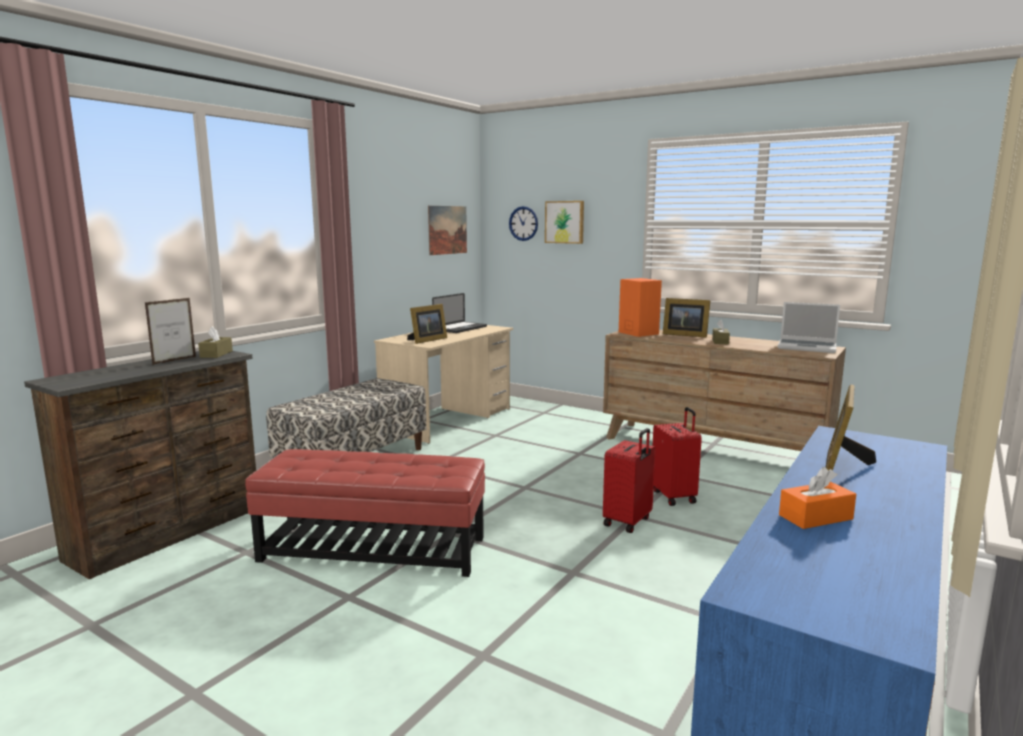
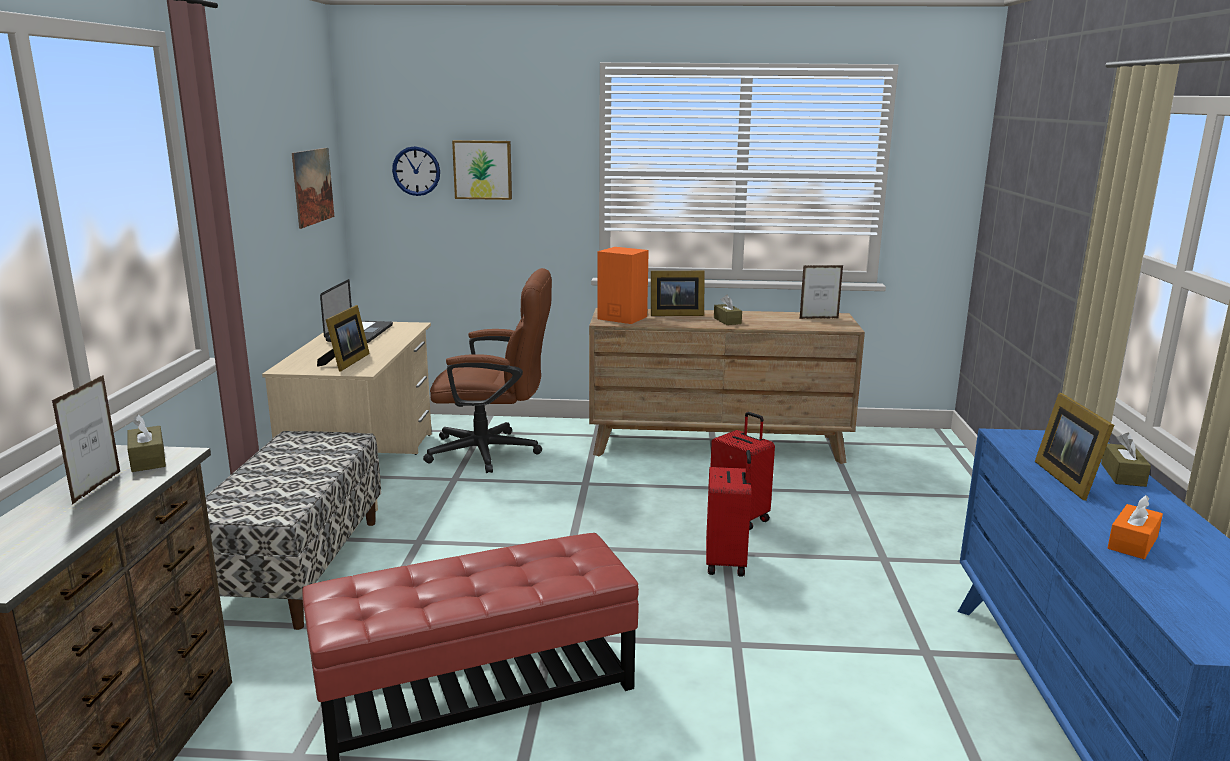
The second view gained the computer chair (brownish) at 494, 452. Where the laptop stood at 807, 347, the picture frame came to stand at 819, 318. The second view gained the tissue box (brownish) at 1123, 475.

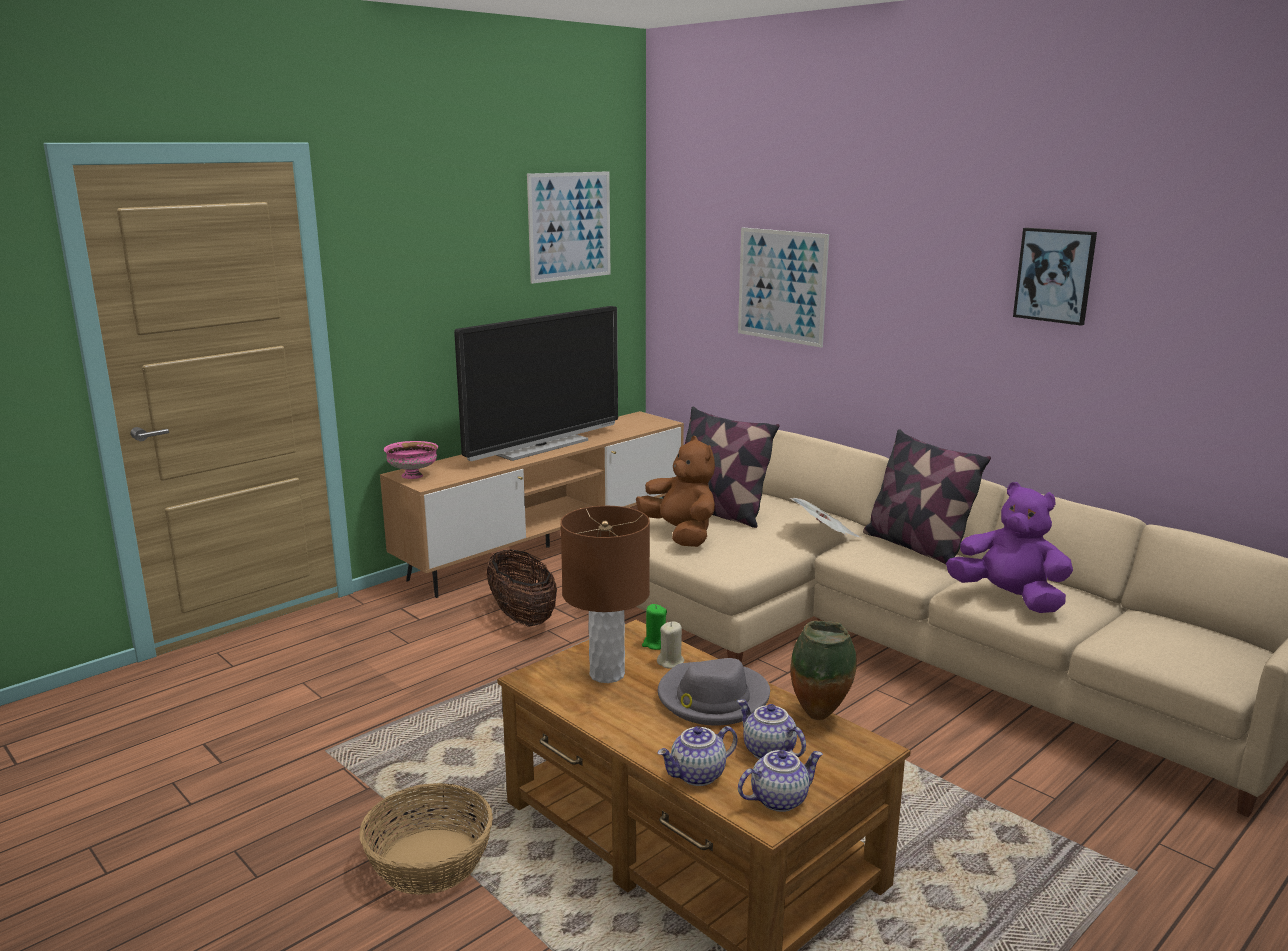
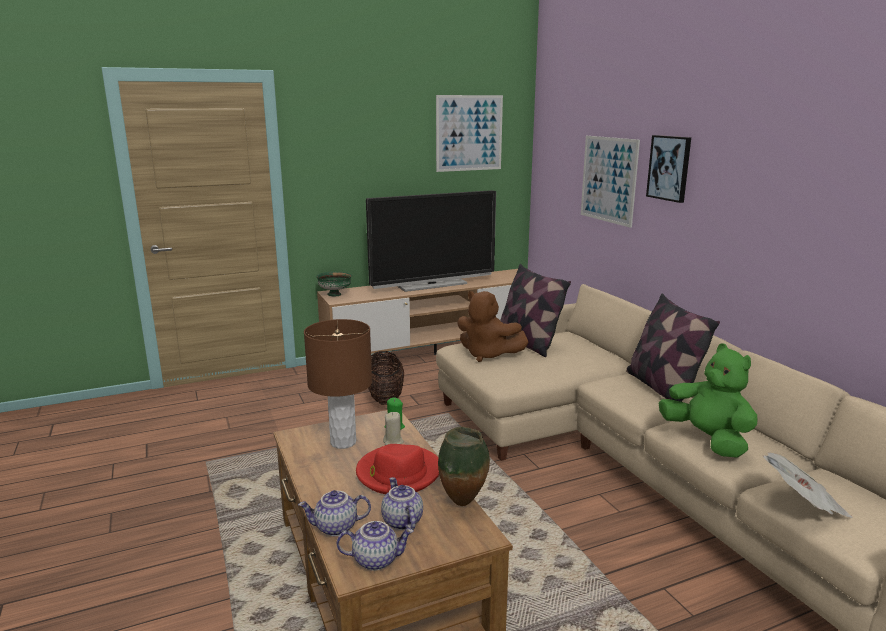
What was the deep dish (pinkish) at 412, 476 turned into the deep dish (green-coloured) at 334, 294. What was the clothing hat (greyish) at 712, 698 turned into the clothing hat (red) at 398, 473. The soft toy (brownish) at 681, 535 ended up facing another way, 135 degrees clockwise from before. The wall art ended up elsewhere, having gone from 1055, 275 to 669, 168. What was the soft toy (purple) at 1009, 598 turned into the soft toy (green-coloured) at 707, 440. The daily paper ended up elsewhere, having gone from 824, 535 to 802, 504. The second view lost the household basket at 430, 860.

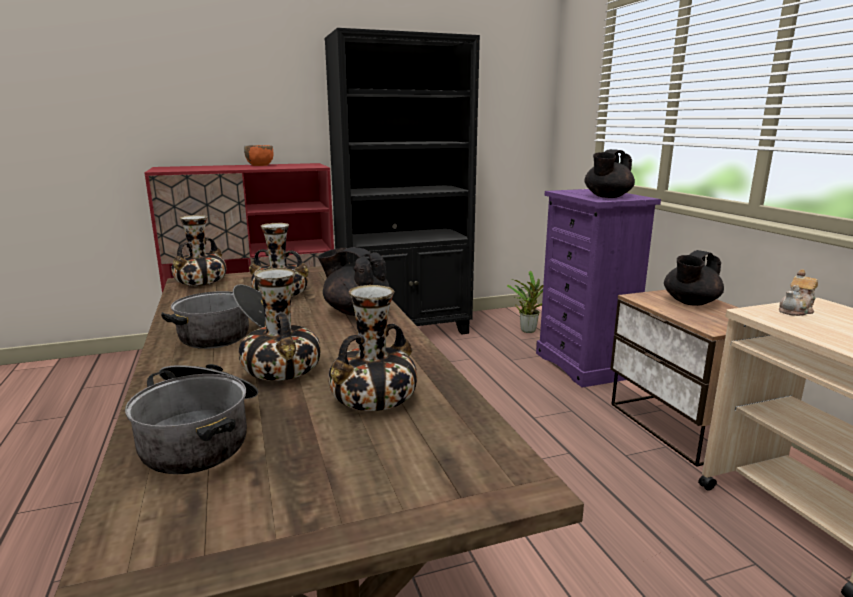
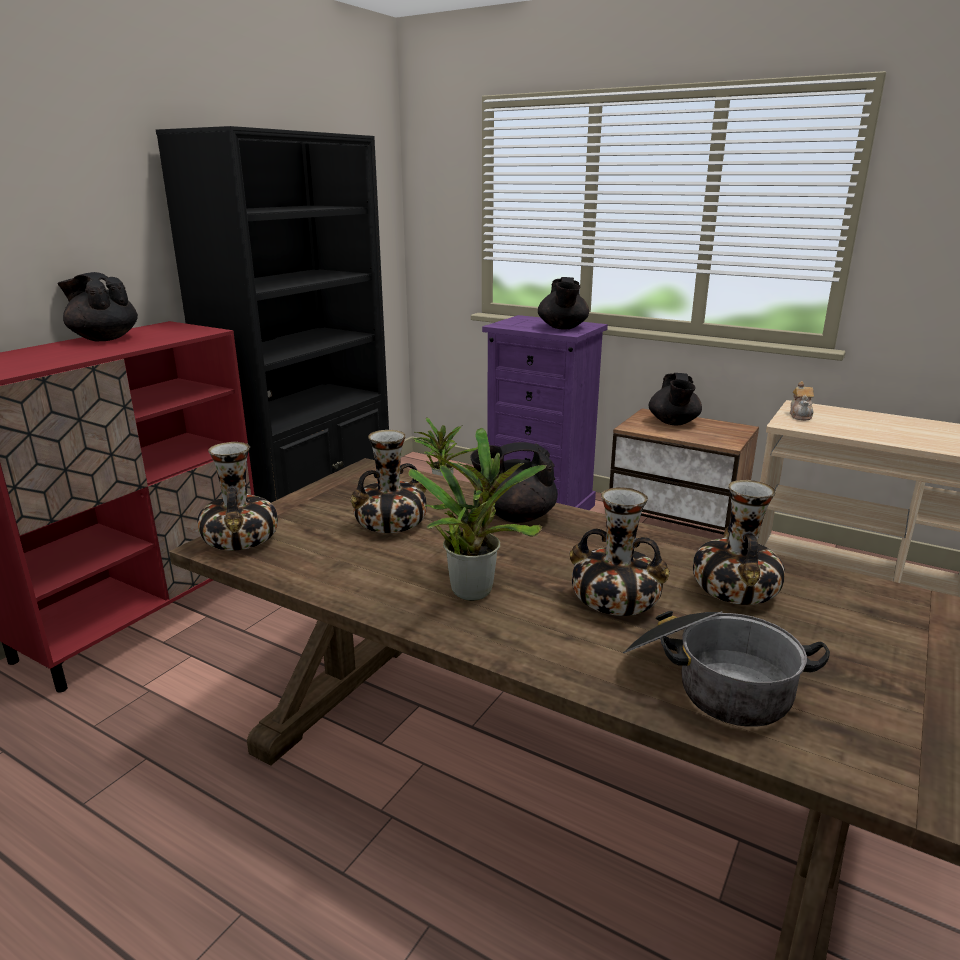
Where the deep dish (orange-coloured) stood at 260, 165, the teapot (black-coloured) came to stand at 104, 338. Where the cooking pot stood at 232, 336, the houseplant came to stand at 474, 589.

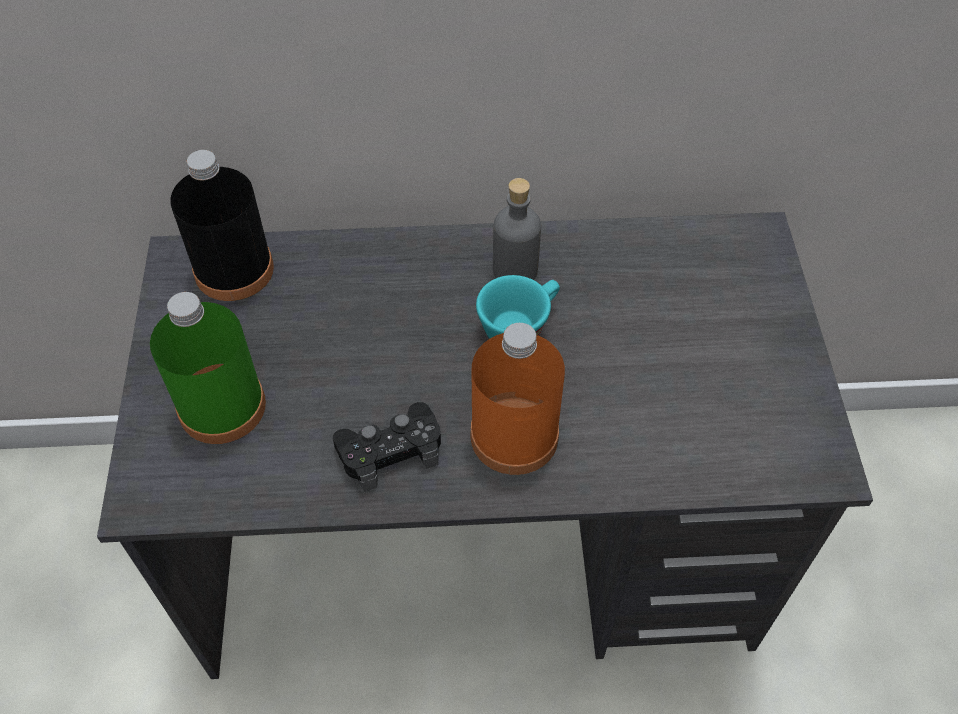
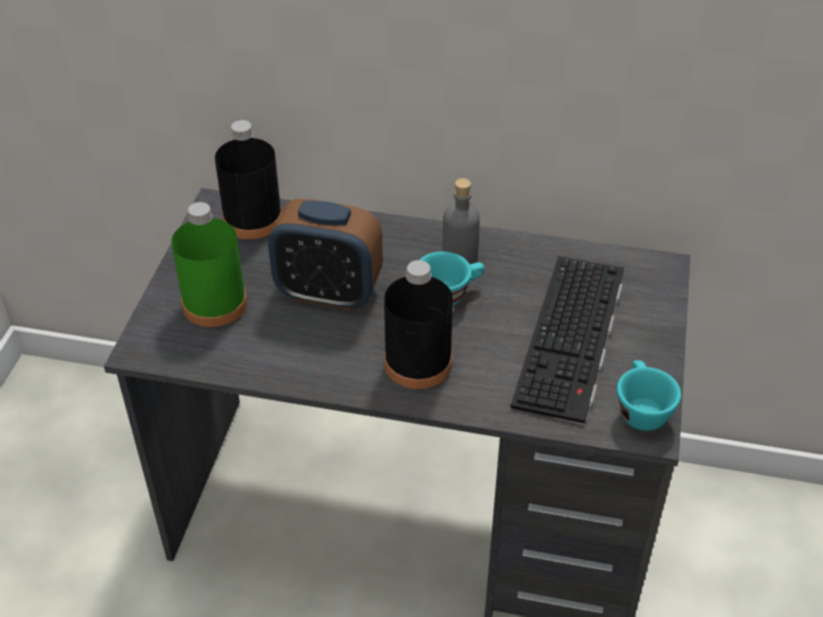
The second view gained the alarm clock at 328, 293. What was the drink bottle (orange-coloured) at 514, 436 turned into the drink bottle (black-coloured) at 418, 363. The second view gained the computer keyboard at 573, 338. The second view gained the drinking cup (turquoise-coloured) at 640, 409. The second view lost the game controller (black-coloured) at 390, 451.

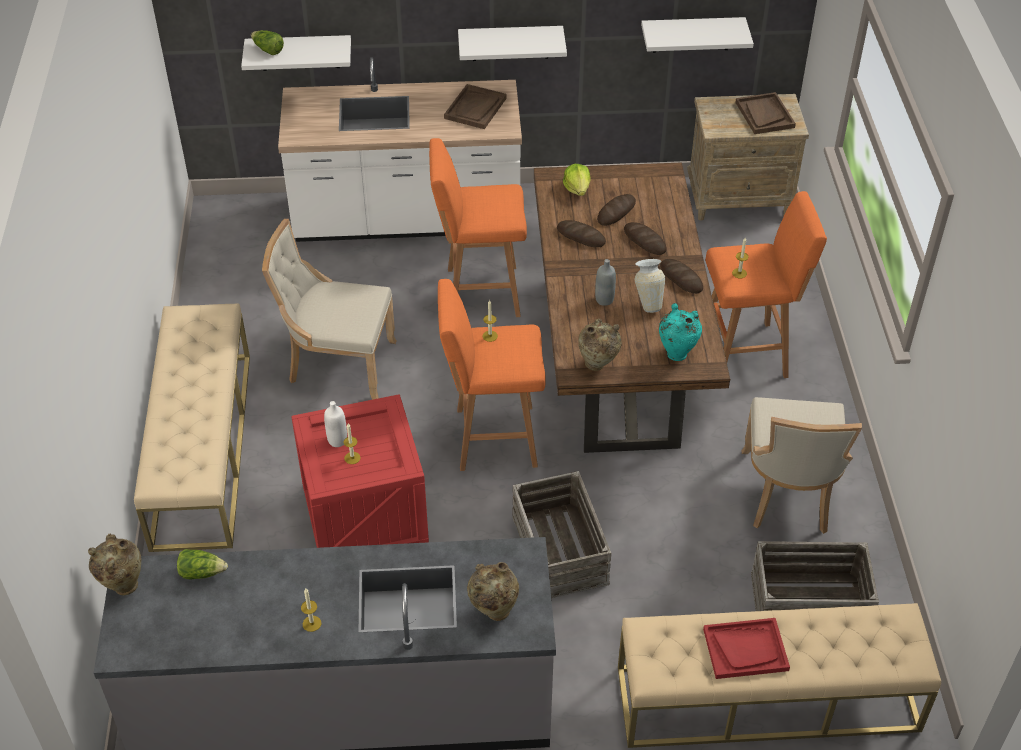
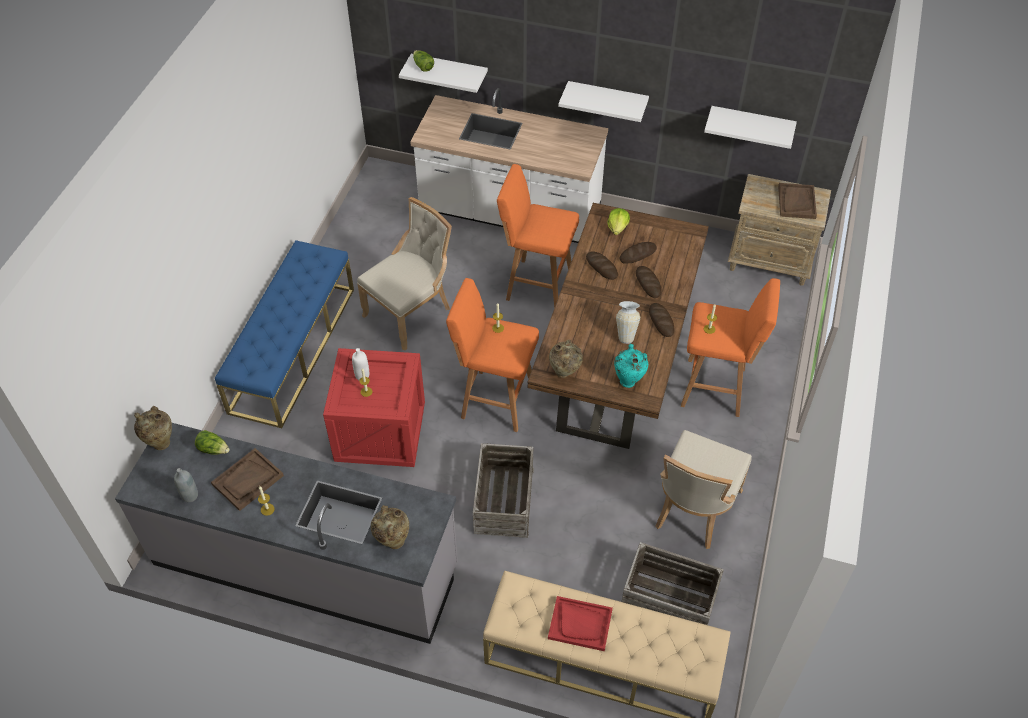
The drink bottle (greyish) ended up elsewhere, having gone from 604, 299 to 190, 495. The serving tray (brownish) ended up elsewhere, having gone from 475, 108 to 248, 480. What was the long seat (sand-coloured) at 202, 448 turned into the long seat (blue-coloured) at 293, 349. The chair (sand-coloured) at 337, 364 ended up facing another way, 105 degrees clockwise from before.

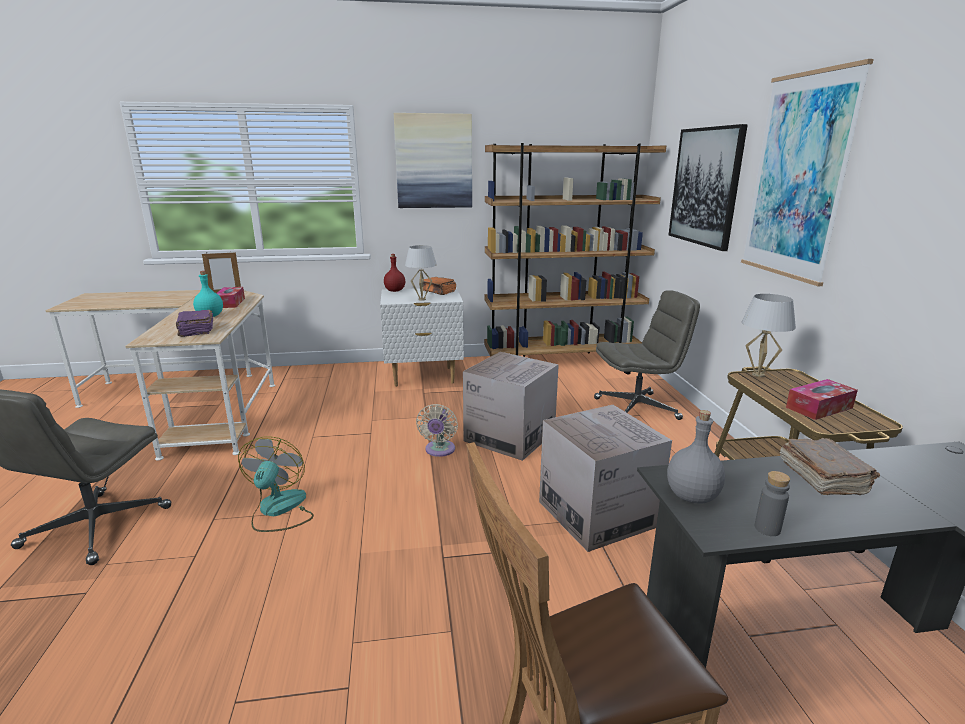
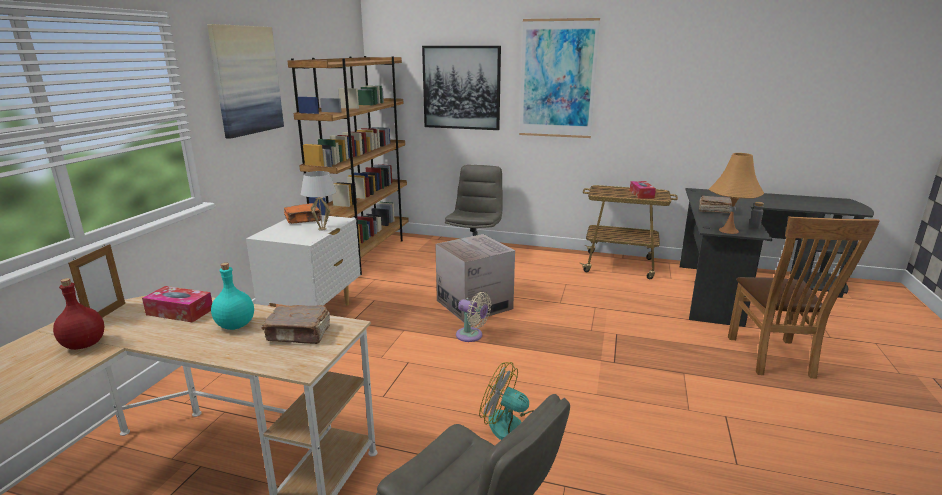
The drink bottle (red) ended up elsewhere, having gone from 394, 291 to 84, 345. What was the volume (purple) at 196, 330 turned into the volume (brownish) at 299, 334. Where the drink bottle (greyish) stood at 691, 496, the table lamp (orange-coloured) came to stand at 728, 230. The second view lost the packing box at 597, 513. The second view lost the table lamp (whitish) at 758, 374.

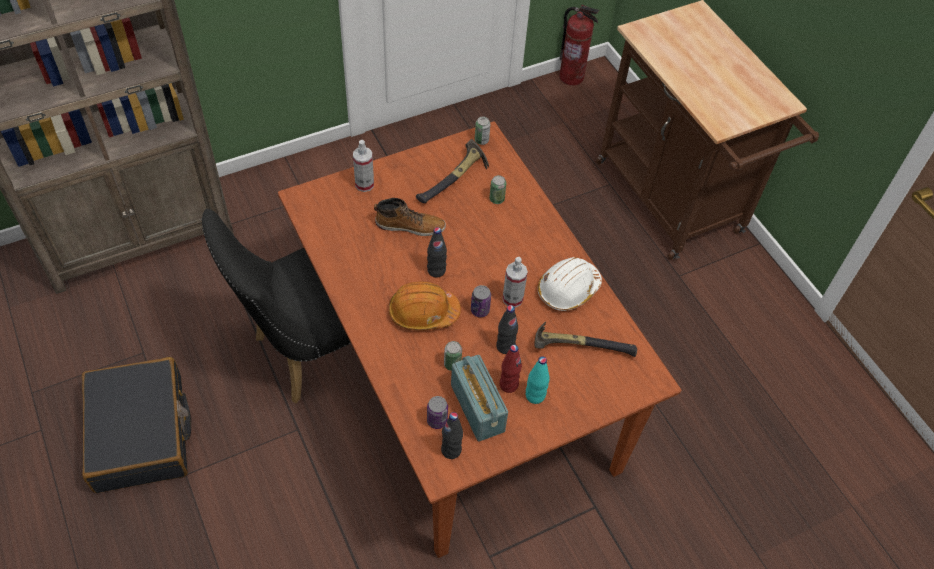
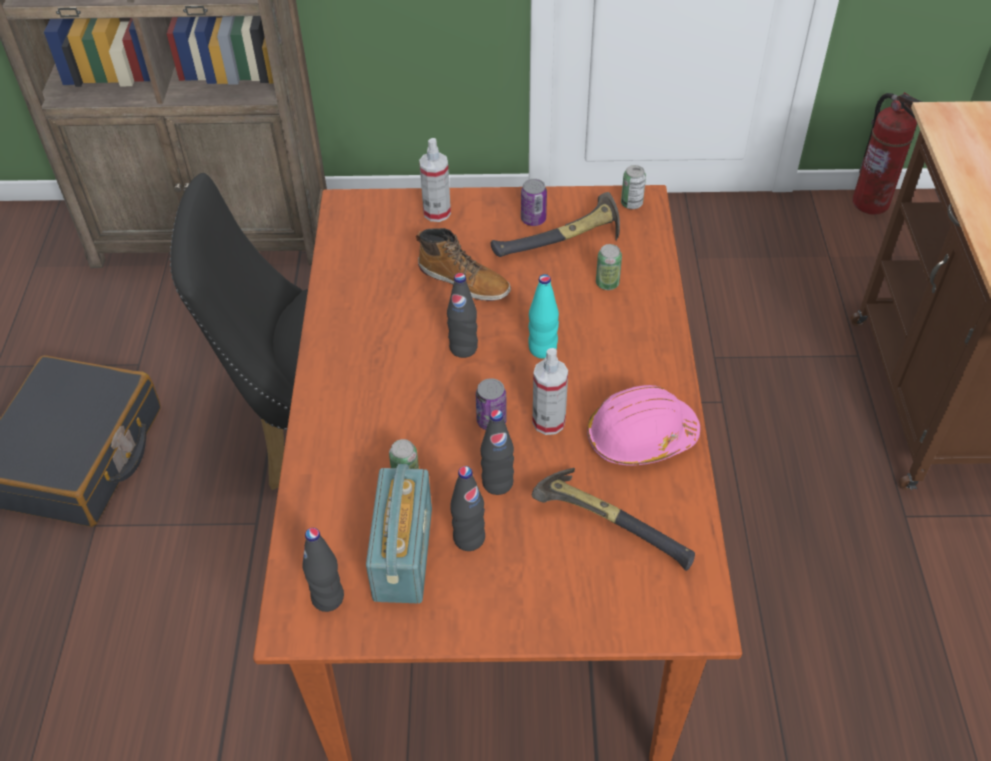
What was the drink bottle (red) at 508, 384 turned into the drink bottle (black-coloured) at 469, 538. The can ended up elsewhere, having gone from 437, 420 to 533, 219. The drink bottle (turquoise-coloured) ended up elsewhere, having gone from 535, 396 to 542, 349. What was the work helmet (whitish) at 568, 289 turned into the work helmet (pinkish) at 640, 437. The second view lost the work helmet (orange-coloured) at 423, 312.

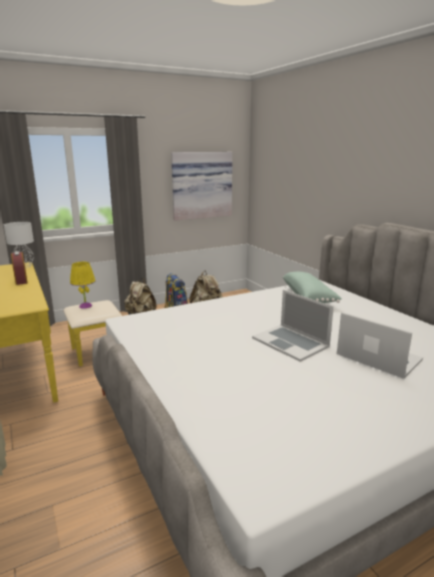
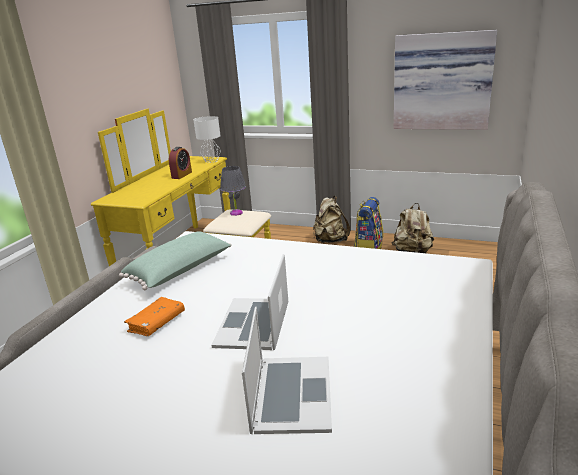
The pillow (green-coloured) ended up elsewhere, having gone from 309, 297 to 181, 271. The second view gained the volume (orange-coloured) at 157, 323. What was the table lamp (yellow-coloured) at 85, 306 turned into the table lamp (greyish) at 236, 213.

